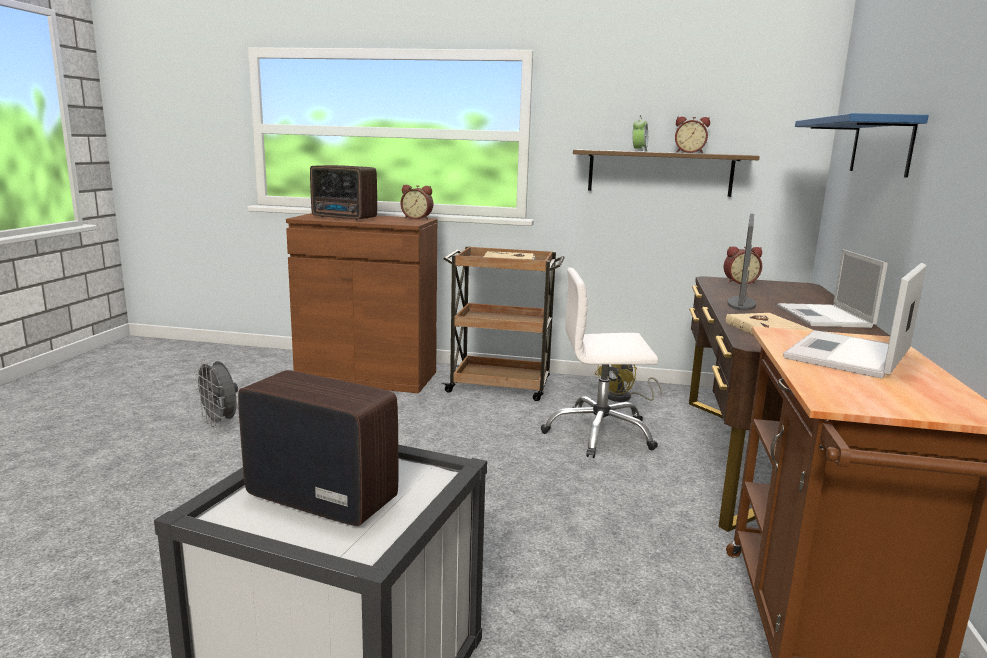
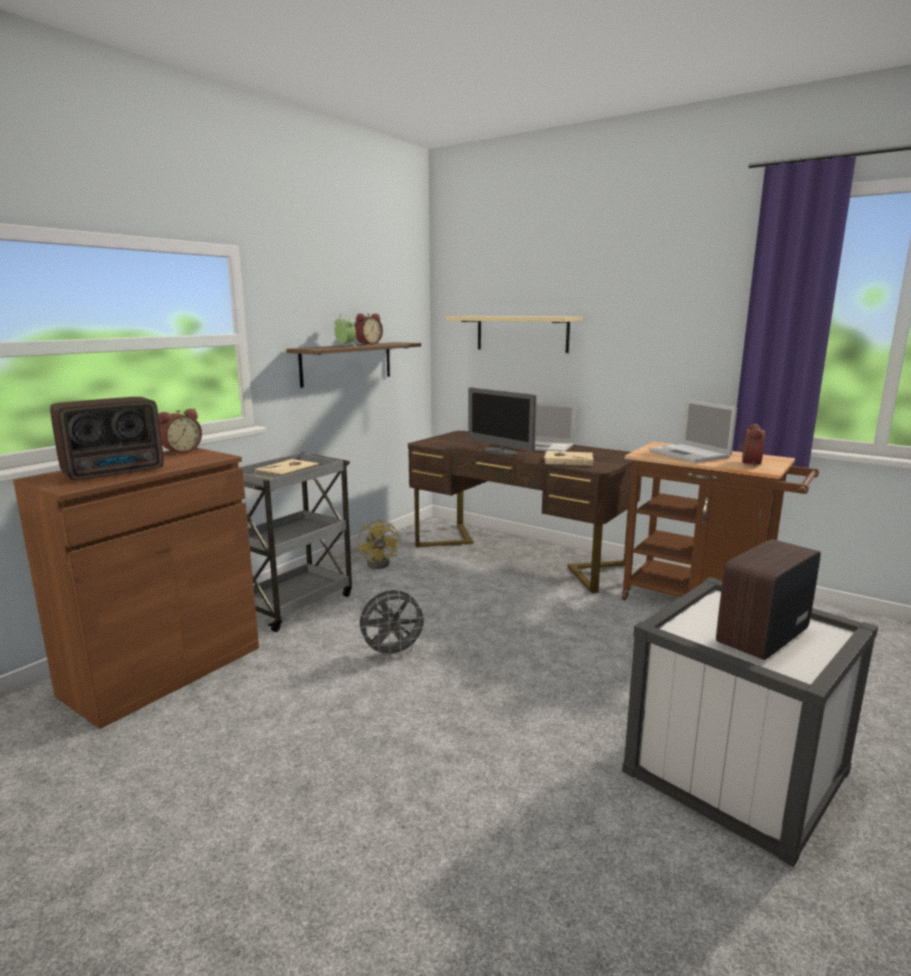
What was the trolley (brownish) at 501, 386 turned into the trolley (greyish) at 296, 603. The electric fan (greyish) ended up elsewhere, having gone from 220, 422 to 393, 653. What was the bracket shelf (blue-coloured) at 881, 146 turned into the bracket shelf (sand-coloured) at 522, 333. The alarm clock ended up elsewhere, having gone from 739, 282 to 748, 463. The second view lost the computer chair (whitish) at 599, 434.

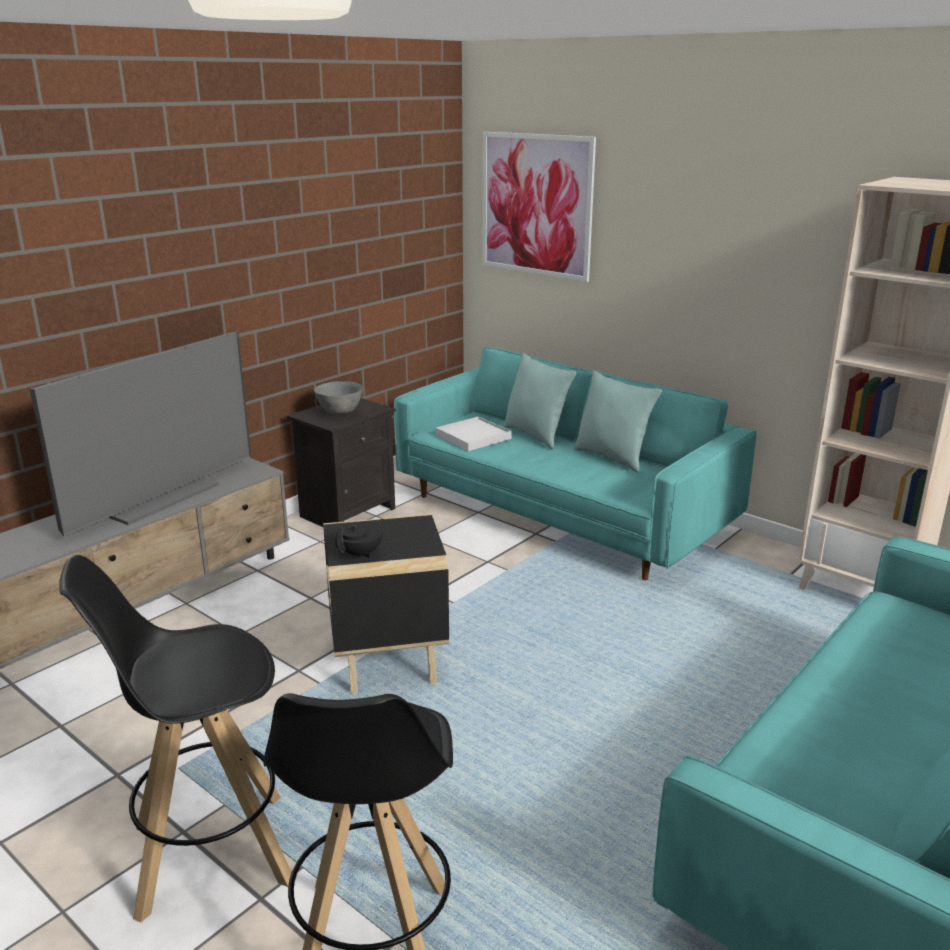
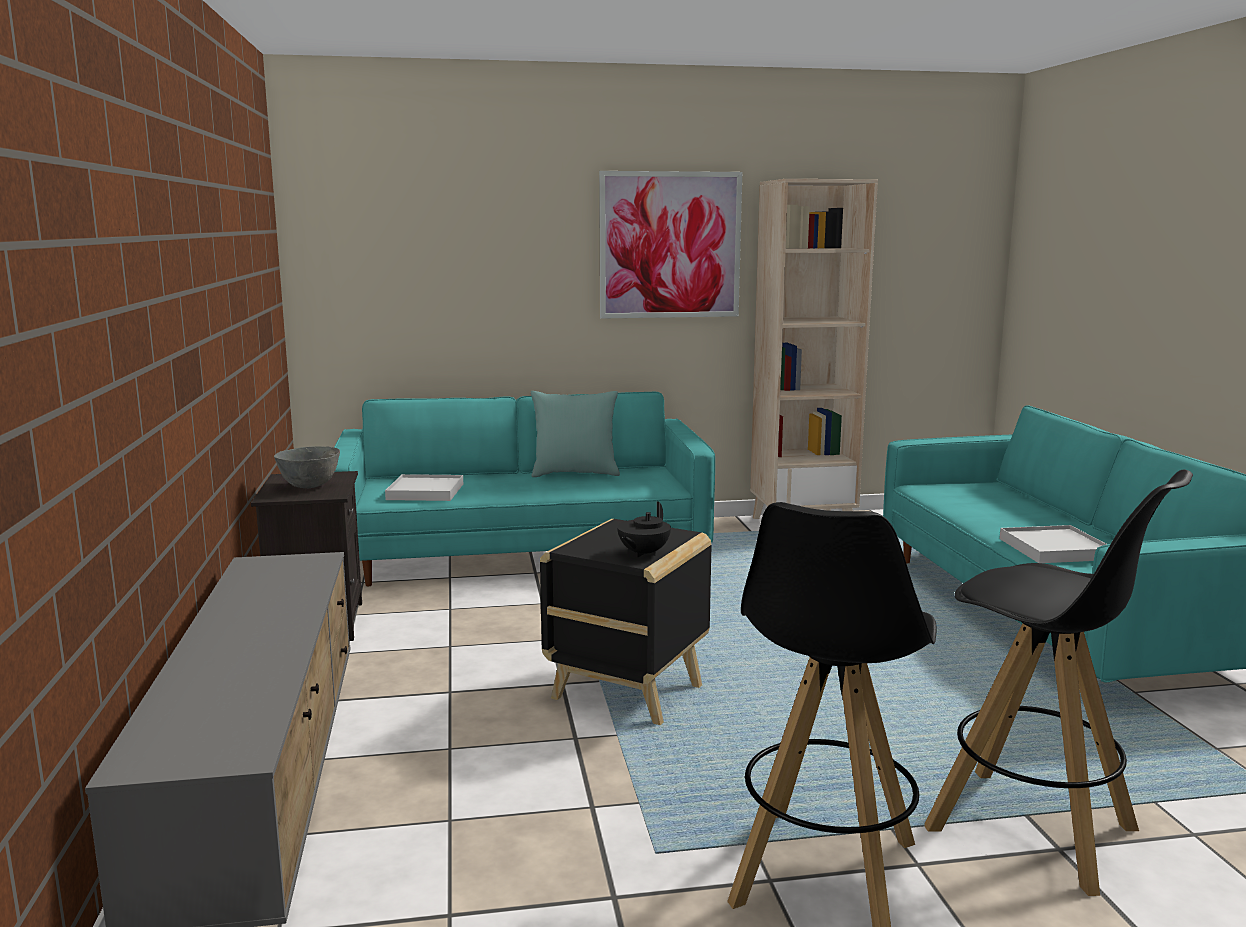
The wall art ended up elsewhere, having gone from 536, 205 to 670, 245. The teapot (black-coloured) at 361, 553 ended up facing another way, 135 degrees counterclockwise from before. The second view gained the serving tray (whitish) at 1054, 549. The second view lost the TV set at 158, 497. The second view lost the pillow (turquoise-coloured) at 536, 435.

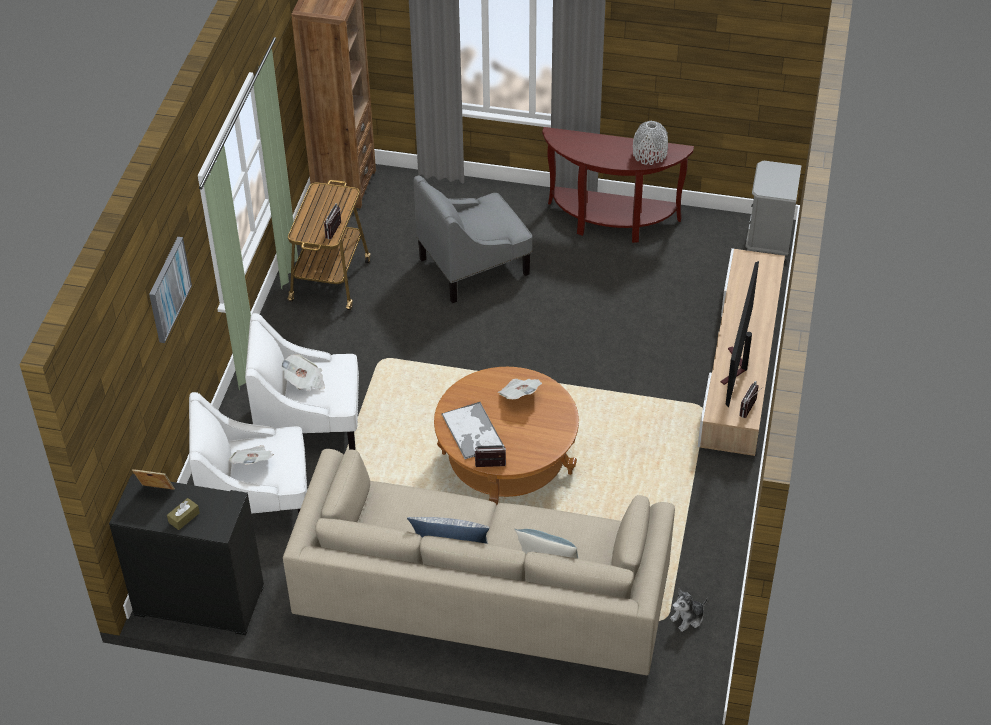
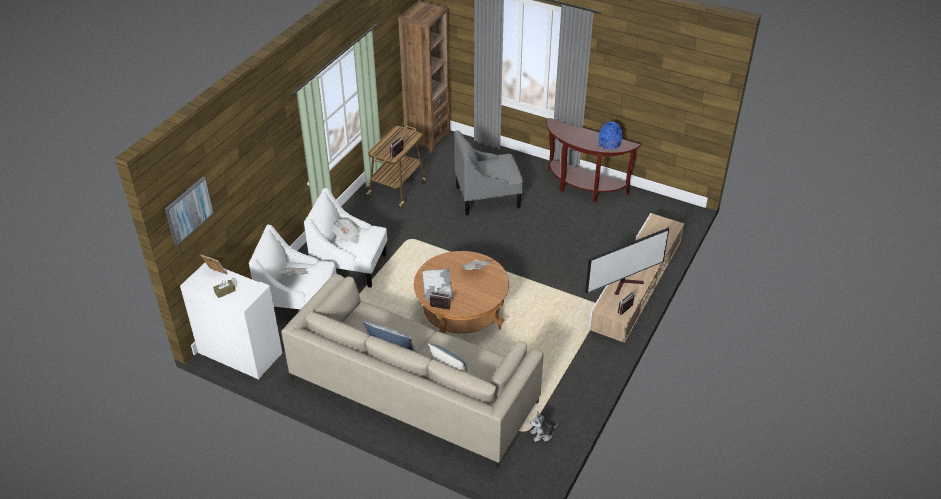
The wall art ended up elsewhere, having gone from 168, 289 to 188, 210. What was the cupboard (black-coloured) at 198, 601 turned into the cupboard (whitish) at 239, 354. The TV set at 736, 368 ended up facing another way, 150 degrees counterclockwise from before. What was the decorative vase (greyish) at 649, 154 turned into the decorative vase (blue-coloured) at 609, 144. The second view lost the nightstand (greyish) at 768, 243.

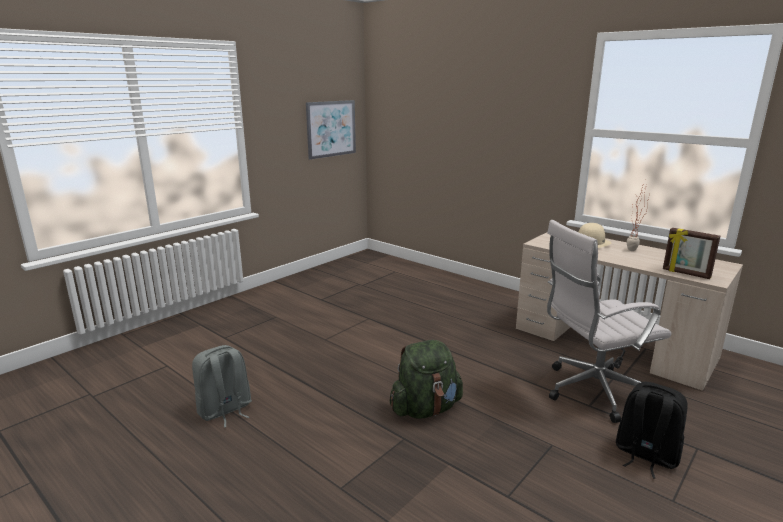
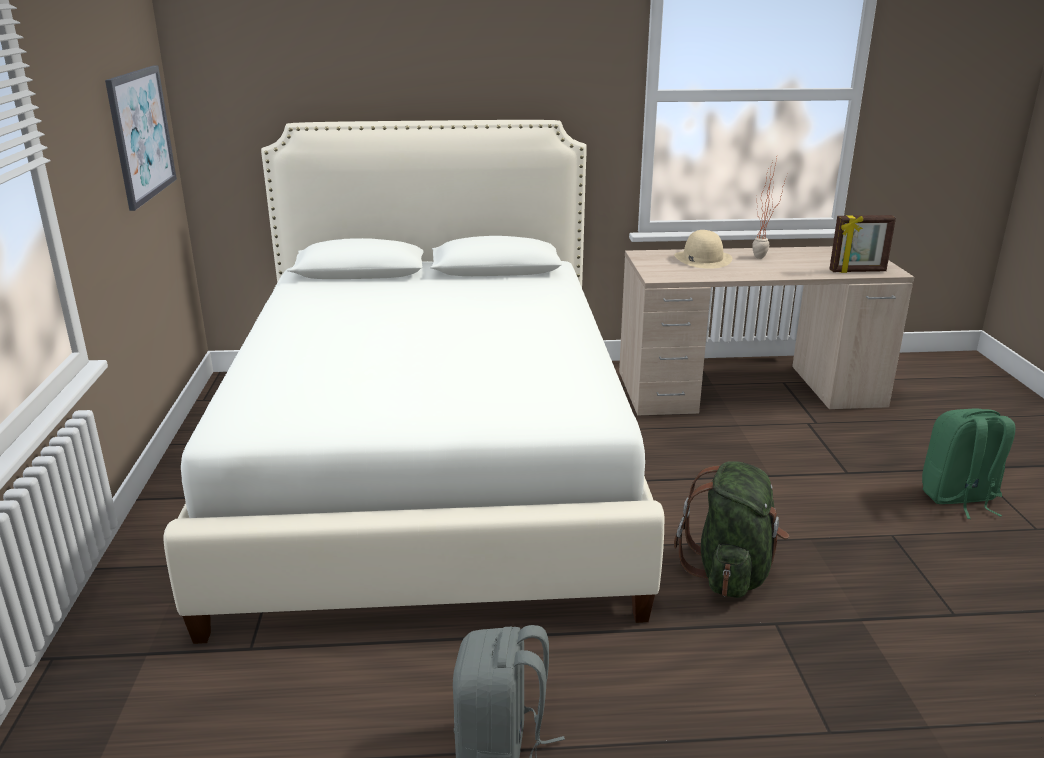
The second view gained the bedroom bed (whitish) at 432, 468. What was the backpack (black-coloured) at 645, 455 turned into the backpack (green-coloured) at 959, 498. The second view lost the computer chair (whitish) at 590, 391.

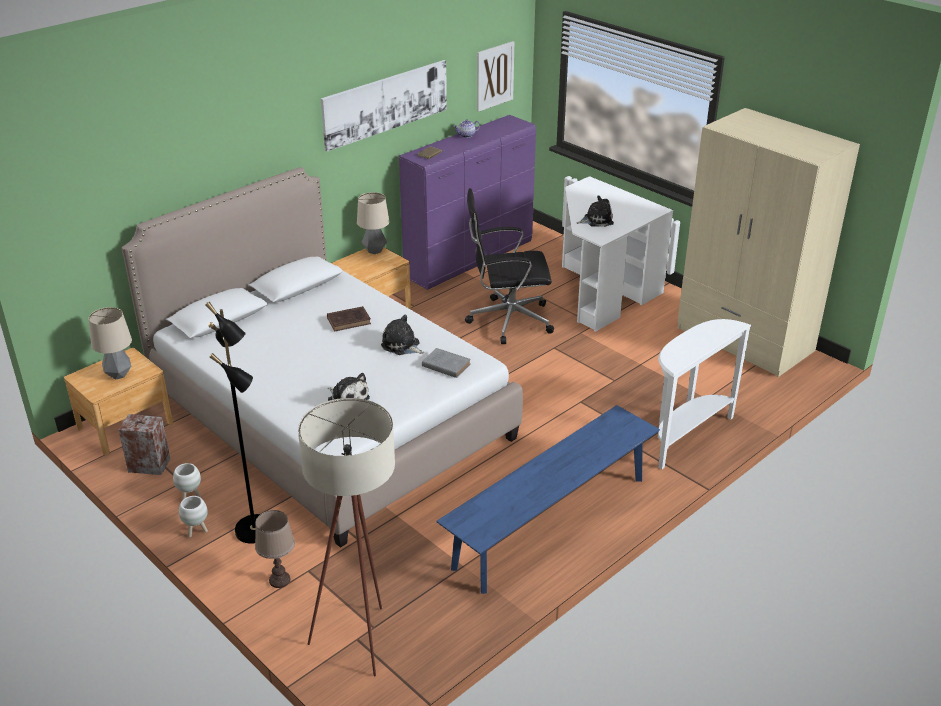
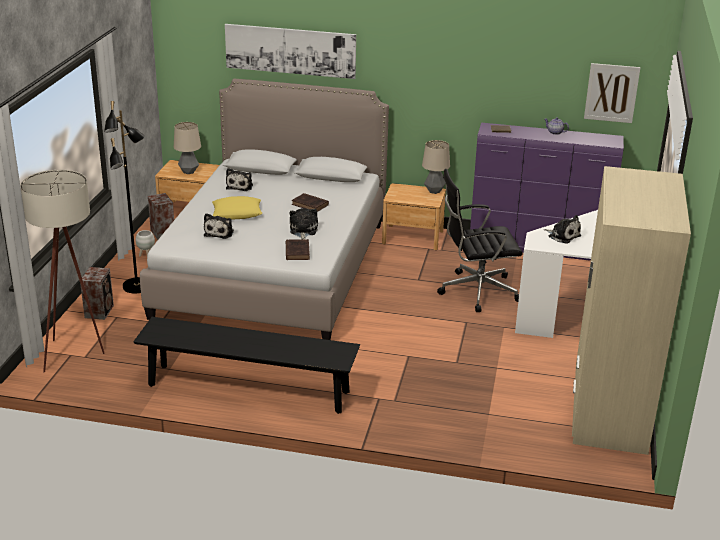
Where the table lamp (brownish) stood at 279, 580, the loudspeaker came to stand at 100, 311. What was the long seat (blue-coloured) at 551, 522 turned into the long seat (black-coloured) at 248, 388. The second view gained the pillow (yellow-coloured) at 237, 213. The wall art ended up elsewhere, having gone from 385, 103 to 290, 50. The second view gained the soft toy at 240, 186. What was the volume (greyish) at 445, 365 turned into the volume (brownish) at 297, 251. The computer chair (black-coloured) at 507, 320 ended up facing another way, 60 degrees counterclockwise from before. The second view lost the planter (whitish) at 197, 531. The second view lost the hall table (whitish) at 685, 435.

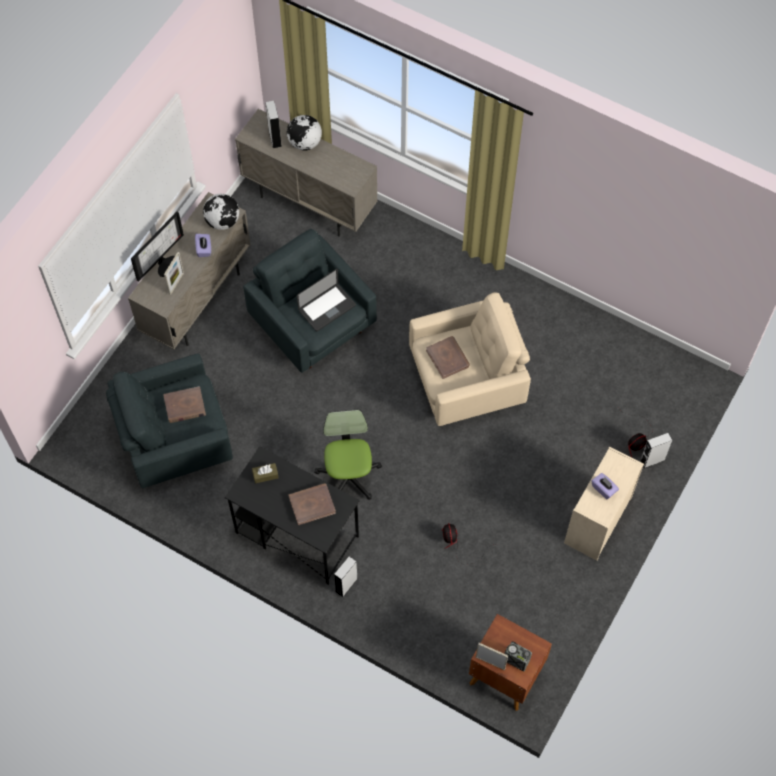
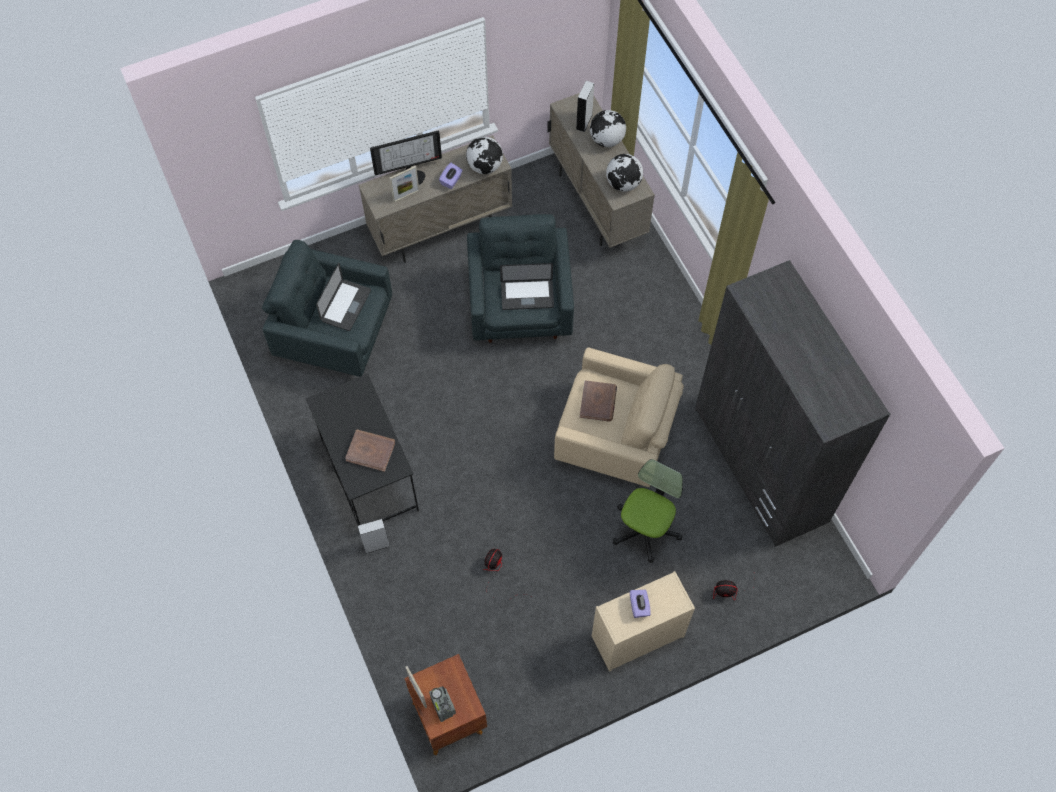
Where the volume (brownish) stood at 185, 406, the laptop came to stand at 346, 306. The second view gained the world globe at 623, 184. The computer chair ended up elsewhere, having gone from 348, 476 to 645, 530. The second view gained the armoire (greyish) at 760, 465. The second view lost the tissue box (brownish) at 265, 475. The second view lost the loudspeaker (greyish) at 652, 460.

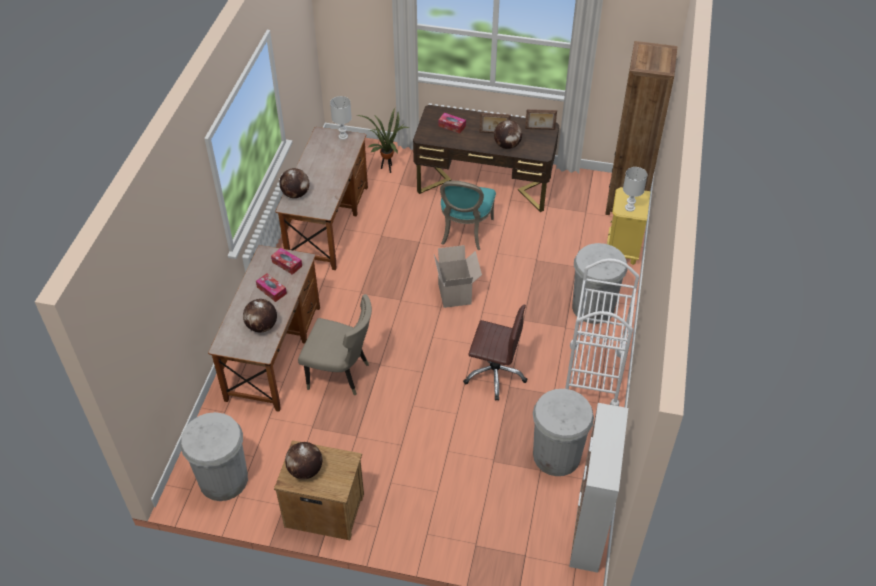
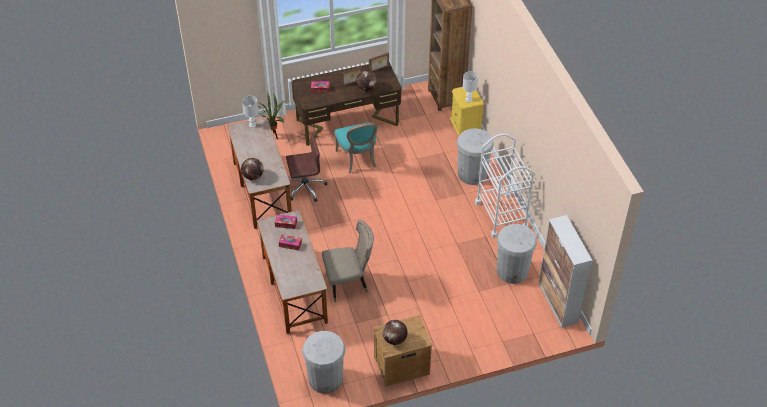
The computer chair (brownish) ended up elsewhere, having gone from 494, 374 to 305, 187. The second view lost the world globe at 262, 326. The second view lost the packing box at 456, 294.

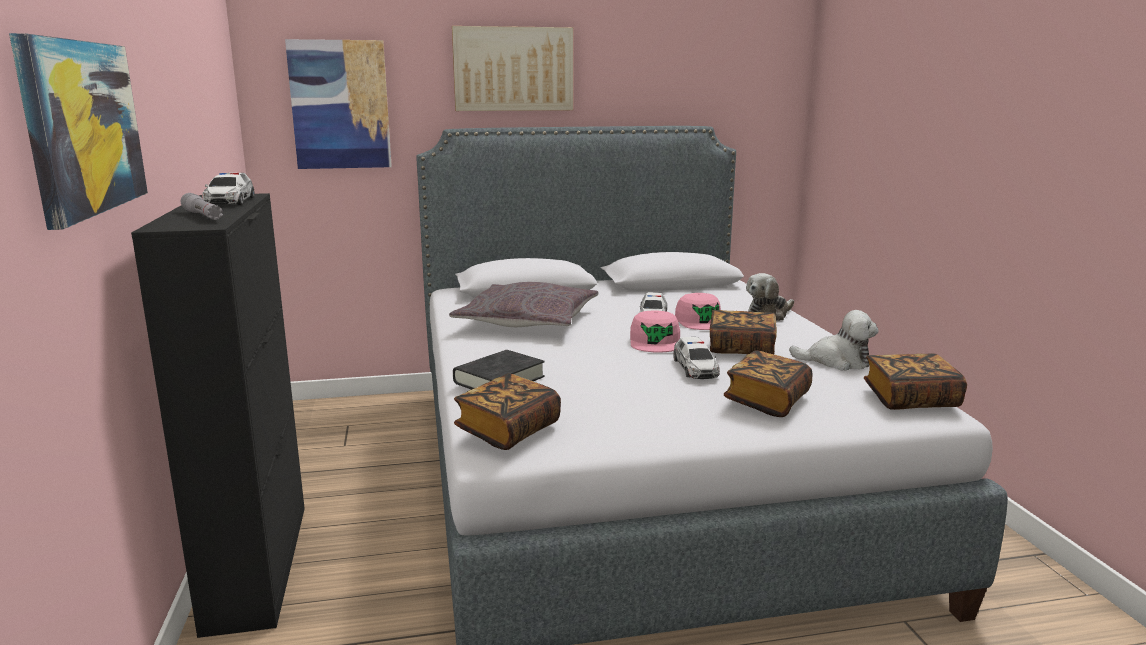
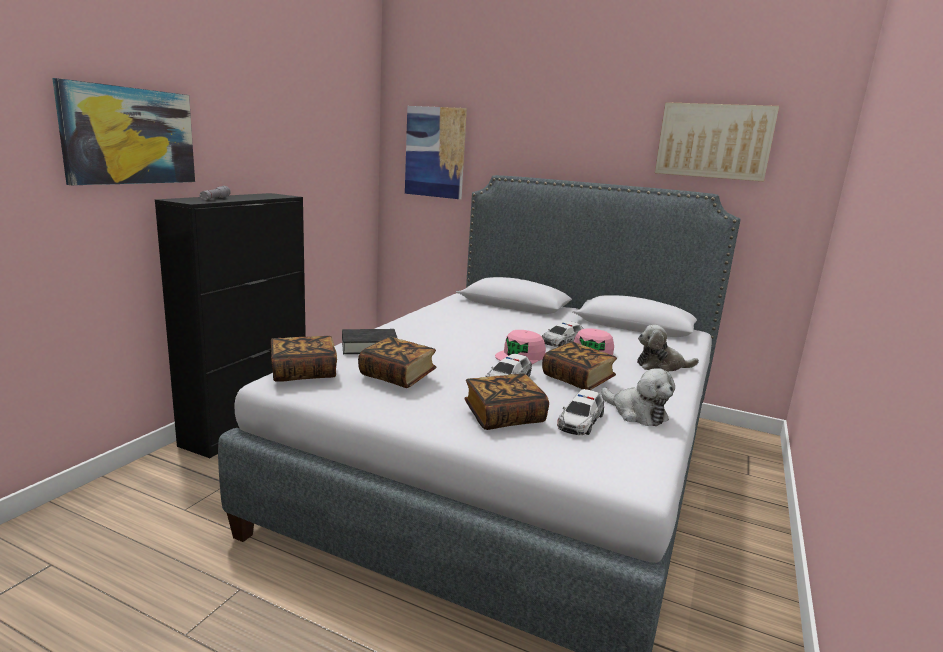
The volume ended up elsewhere, having gone from 910, 399 to 397, 376. The miniature car ended up elsewhere, having gone from 229, 201 to 580, 421. The wall art ended up elsewhere, having gone from 513, 69 to 714, 141. The second view lost the pillow (greyish) at 527, 321.

